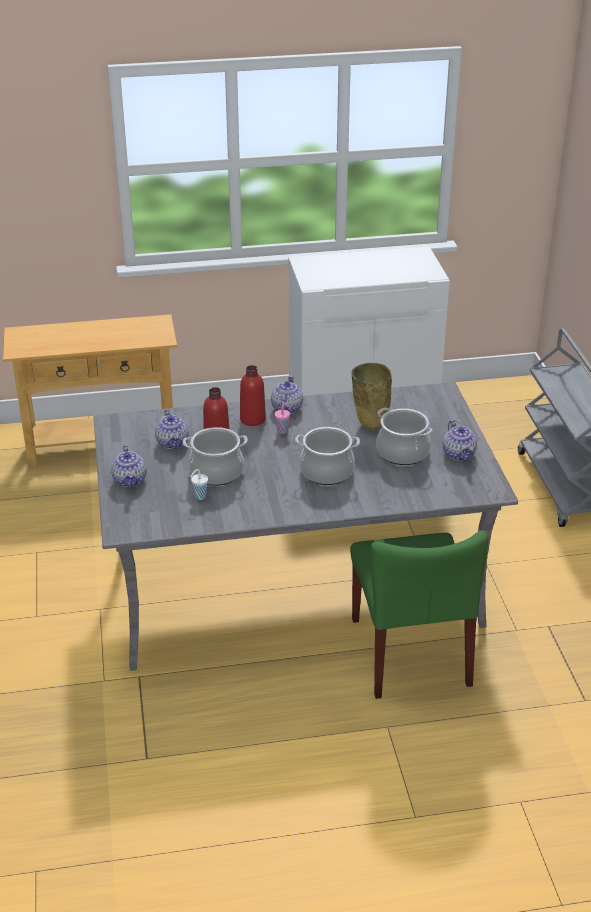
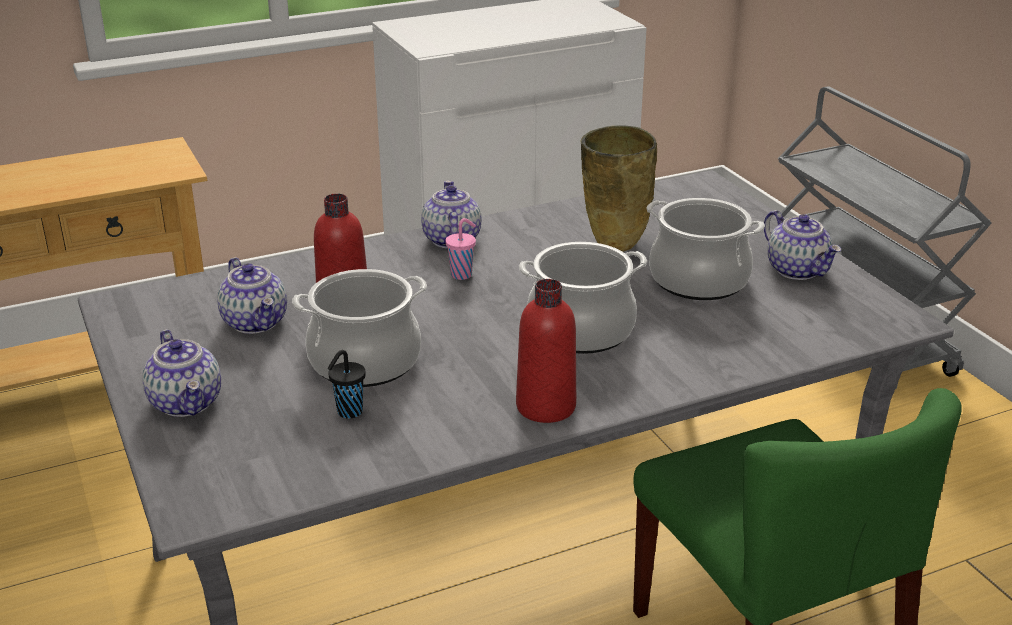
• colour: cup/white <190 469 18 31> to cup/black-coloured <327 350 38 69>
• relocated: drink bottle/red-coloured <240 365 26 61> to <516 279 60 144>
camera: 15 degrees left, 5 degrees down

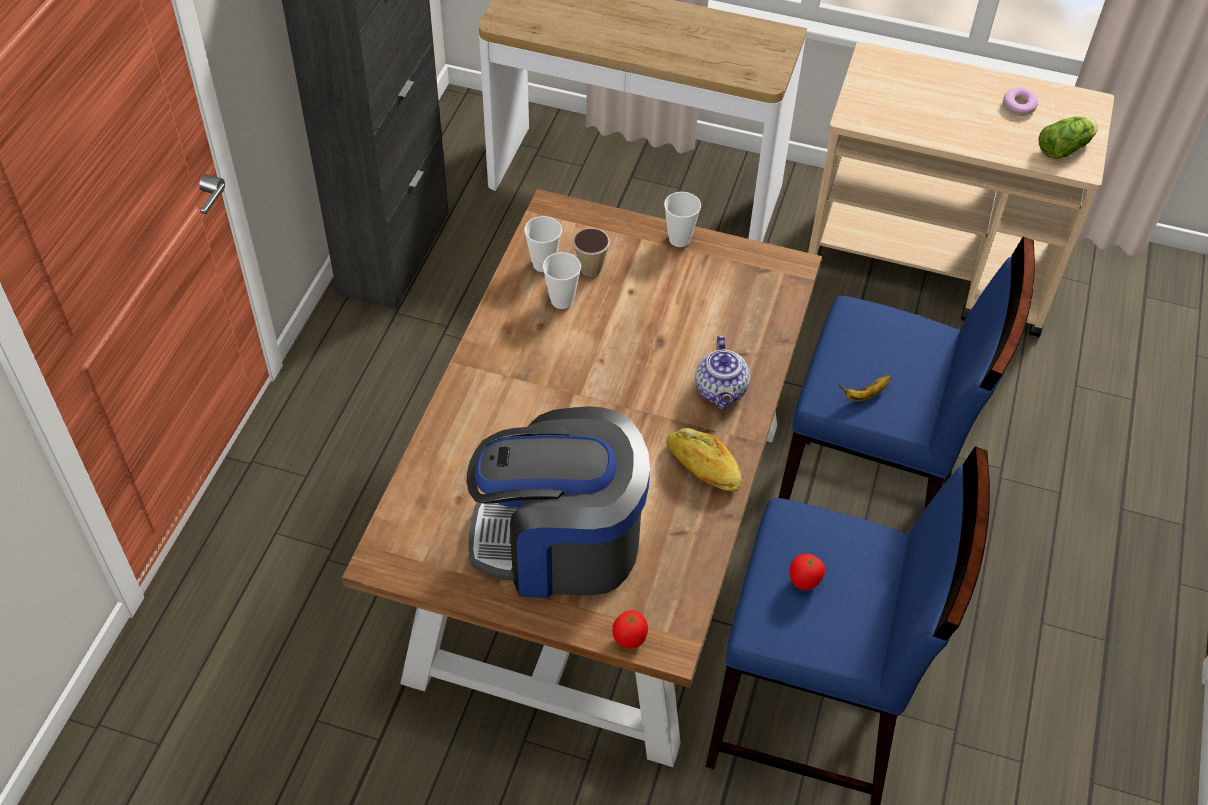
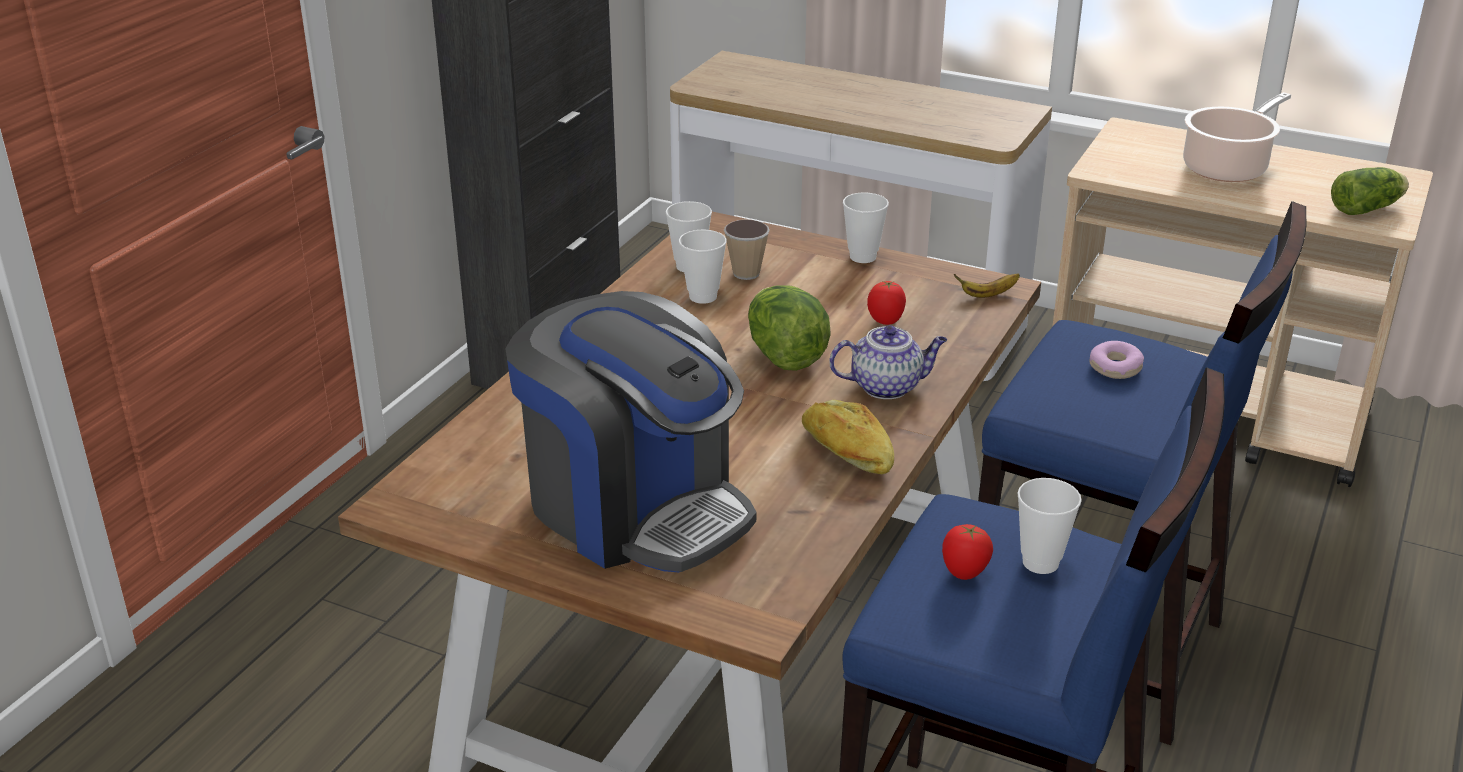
• spun: coffee machine <467 406 183 192> = <505 291 251 282> 150 degrees counterclockwise
• appeared: head of lettuce <748 285 82 86>
• spun: teapot <695 335 55 74> = <829 325 118 74> 105 degrees counterclockwise
• relocated: tomato <612 610 36 38> to <867 281 39 44>
• relocated: banana fruit <838 375 53 26> to <954 273 66 25>
• appeared: cup <1017 478 65 96>
• relocated: ring doughnut <1003 87 35 29> to <1089 341 55 38>
• appeared: saucepot <1183 92 108 90>
camera: 10 degrees right, 20 degrees down

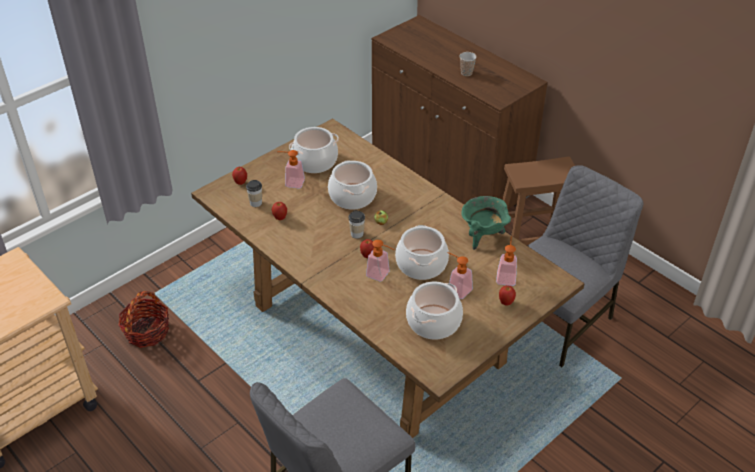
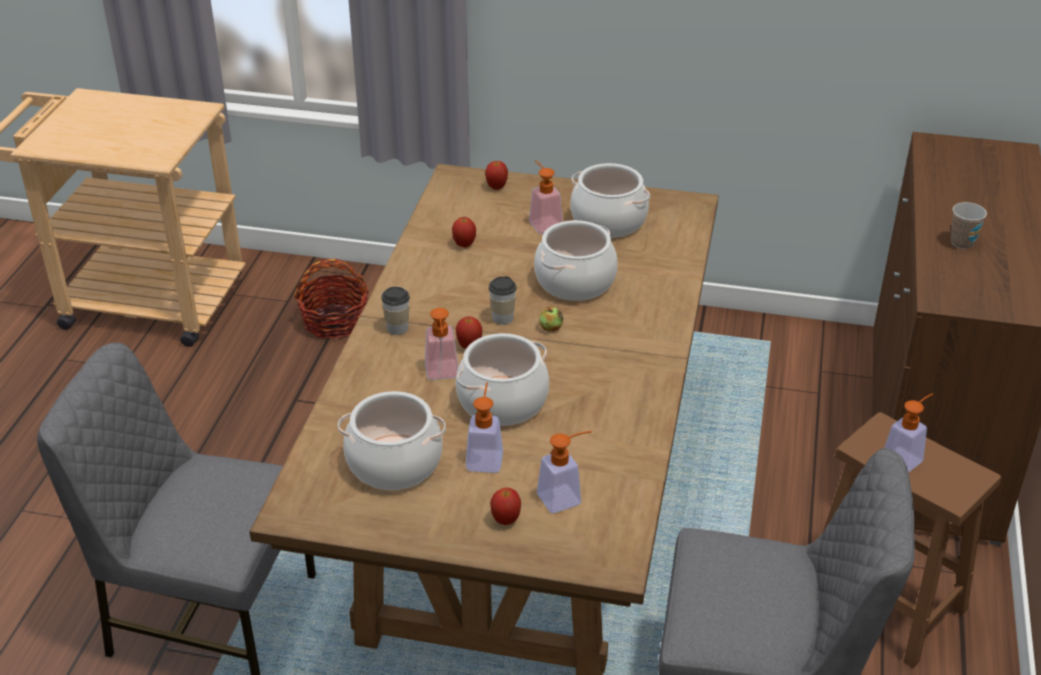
• relocated: cup <246 180 16 27> to <381 287 29 48>
• appeared: soap bottle <884 393 49 80>
• missing: saucepot/green <461 196 50 54>
camera: 55 degrees right, 5 degrees down

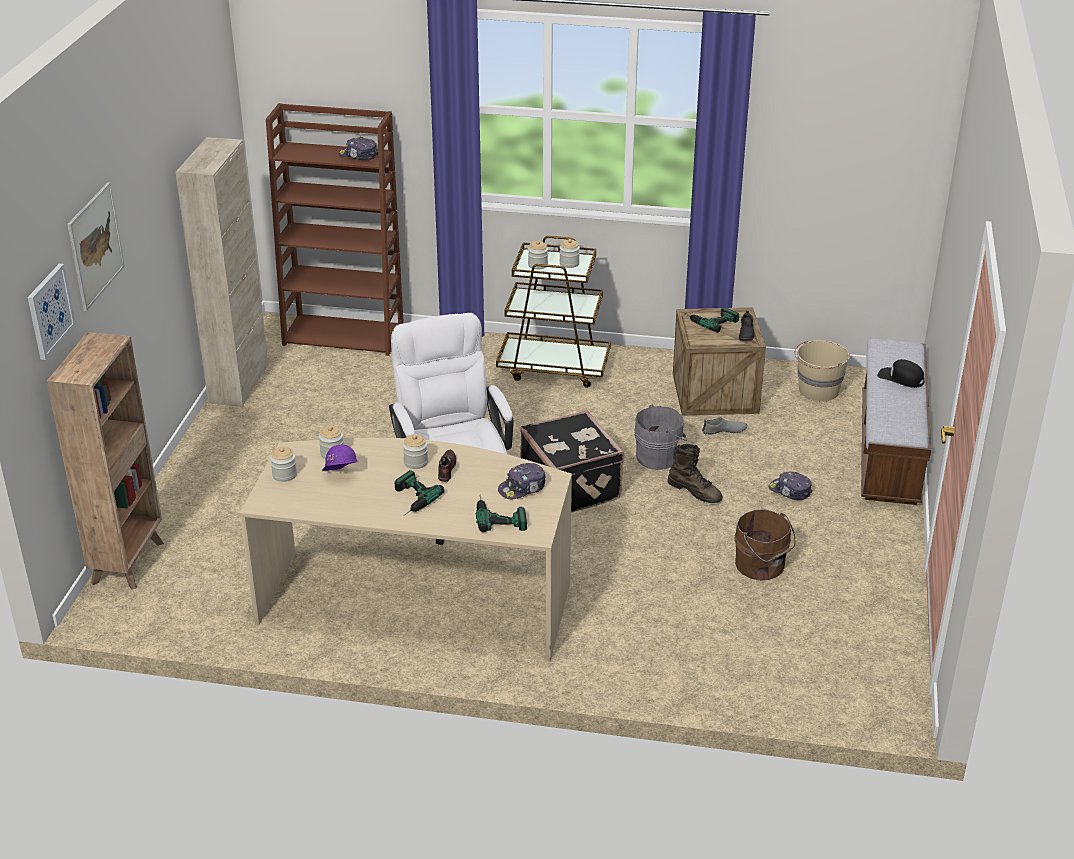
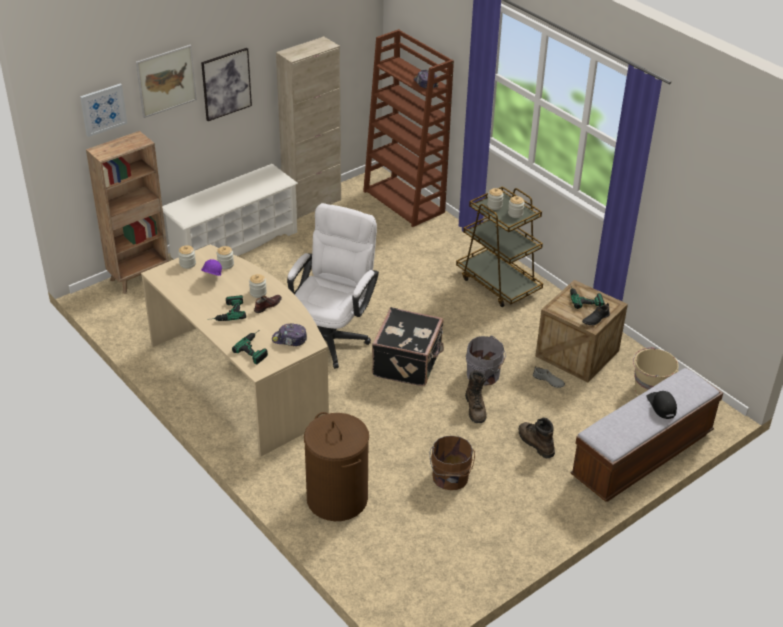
• appeared: shoe rack/white <162 164 136 95>
• appeared: wall art <201 48 51 73>
• appeared: washing basket/brownish <304 412 65 109>
• exchanged: baseball cap <769 471 43 29> to high-top boot/brownish <519 418 36 40>
camera: 40 degrees right, 5 degrees up

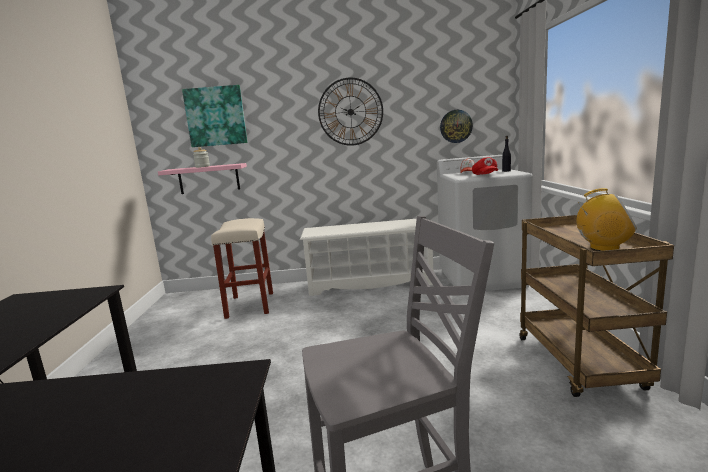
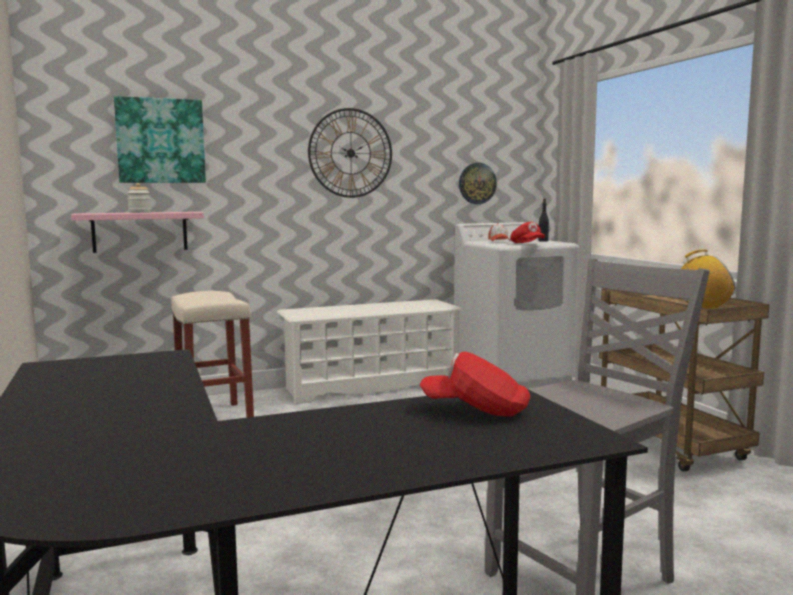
• appeared: baseball cap/red-coloured <420 351 110 65>
camera: 20 degrees left, 5 degrees down

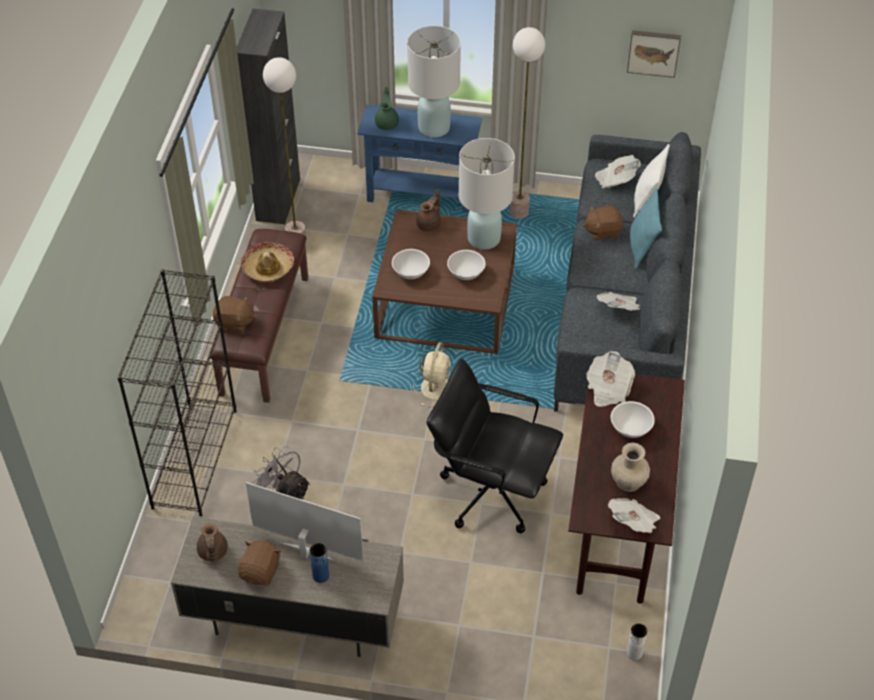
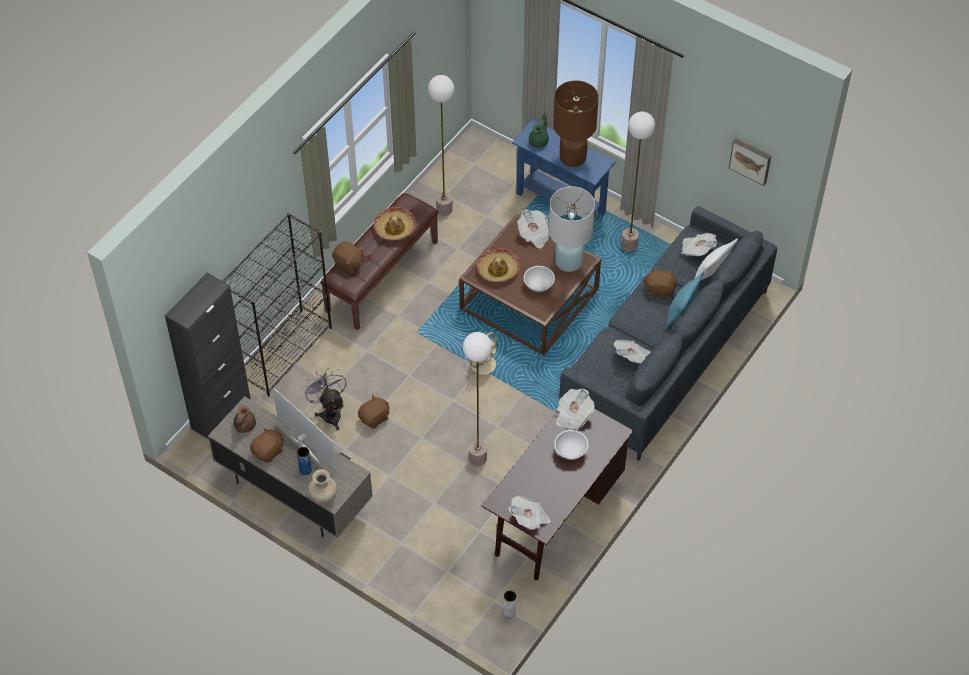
• relocated: cabinet/black-coloured <237 8 63 216> to <165 273 86 166>
• relocated: flower vase/sand-coloured <611 442 39 50> to <308 469 29 36>
• appeared: soft toy/brownish <358 395 31 34>
• exchanged: office chair/black-coloured <427 359 136 175> to floor lamp <463 332 29 134>
• exchanged: bowl/white <392 249 38 30> to wearable hat <477 248 43 34>
• exchanged: teapot/brownish <416 189 25 42> to newspaper <517 209 33 40>
• colour: tabletop lamp/white <407 26 54 111> to tabletop lamp/brownish <553 80 46 87>
camera: 25 degrees right, 5 degrees up

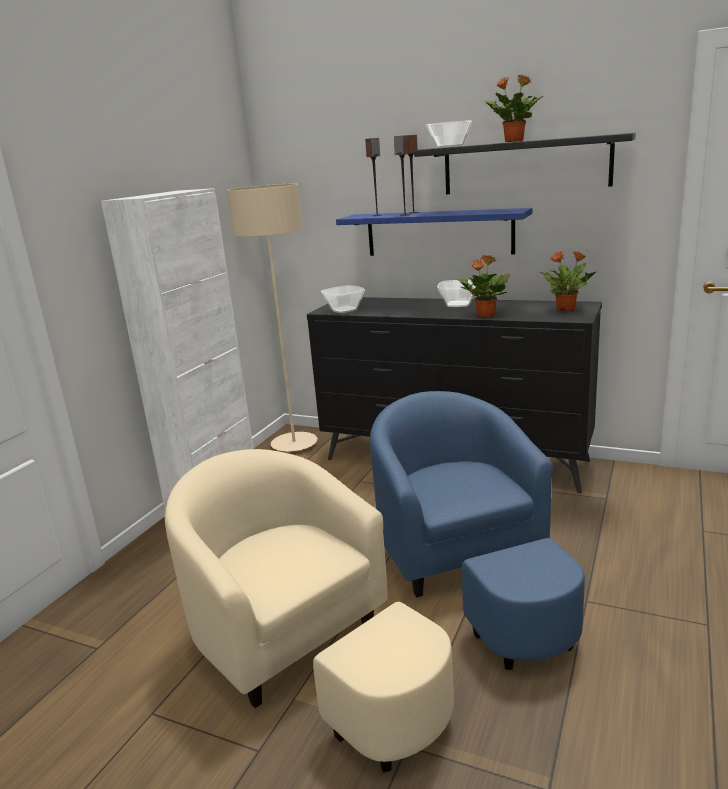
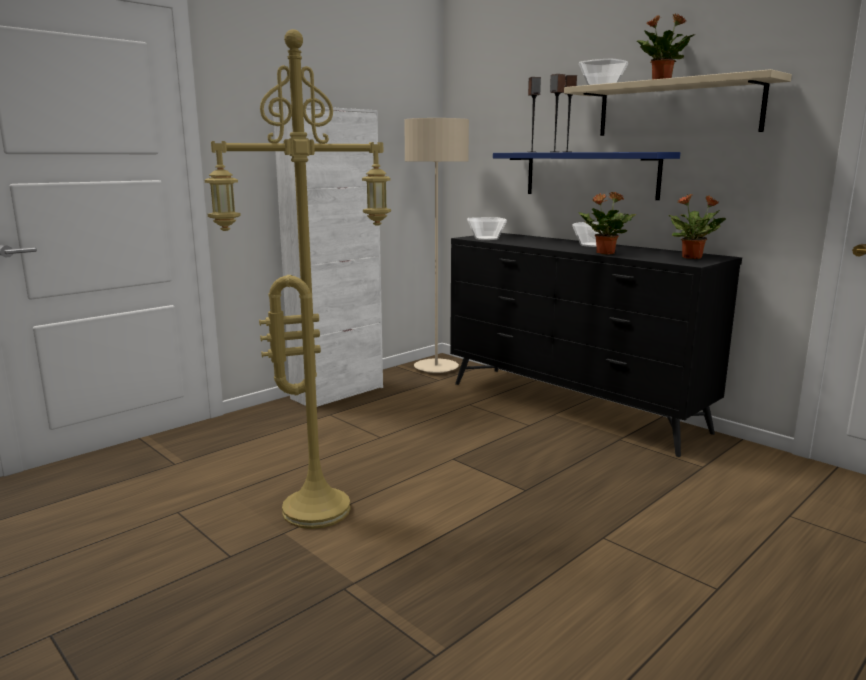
• exchanged: lounge chair/sand-coloured <165 449 289 324> to floor lamp/yellow-coloured <205 29 186 500>
• colour: shelf/black-coloured <414 133 222 61> to shelf/sand-coloured <564 69 228 67>
• missing: lounge chair/blue-coloured <370 391 215 279>
camera: 20 degrees right, 5 degrees down

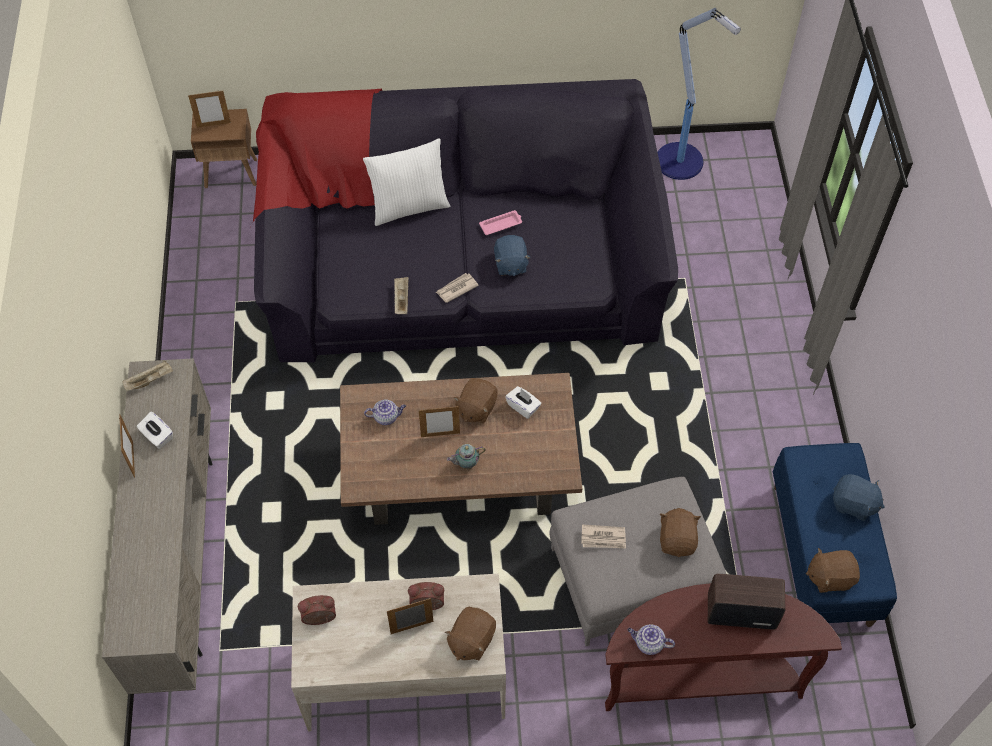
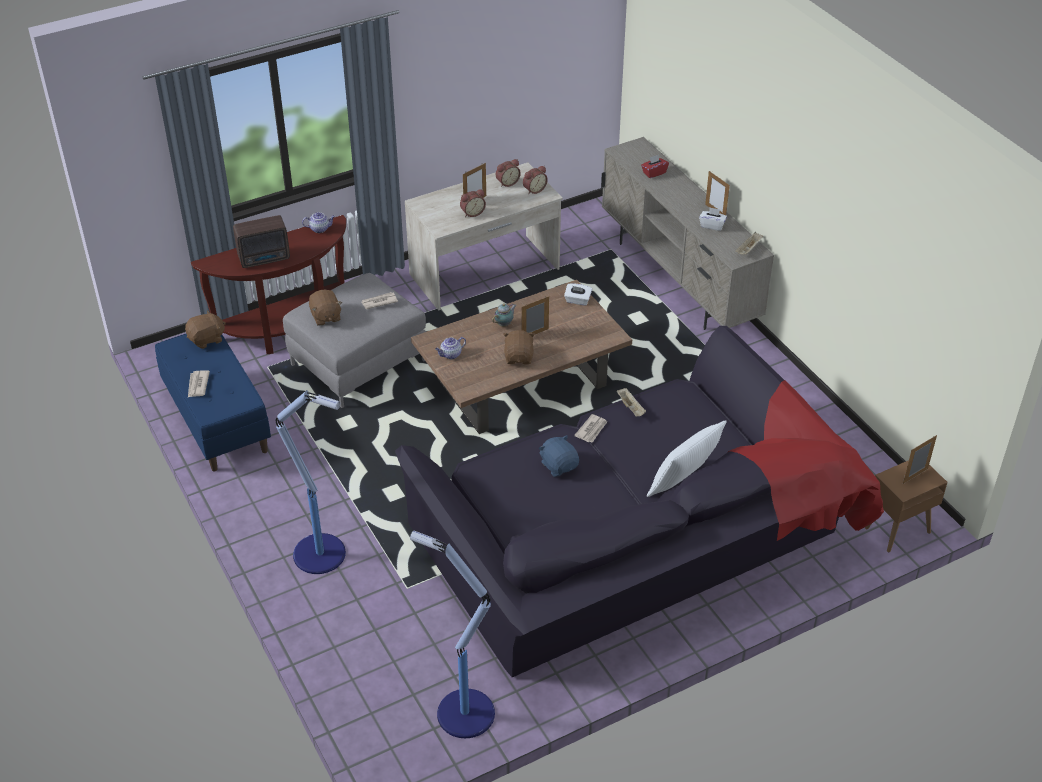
• exchanged: soft toy/blue-coloured <833 474 52 47> to newspaper <188 371 22 26>
• appeared: floor lamp <276 390 70 184>
• relocated: teapot <364 399 42 26> to <435 337 31 22>
• appeared: bedside clock <496 159 25 28>
• relocated: tissue holder/white <505 386 36 33> to <564 283 28 23>
• appeared: tissue holder/red-coloured <641 155 28 23>
• missing: soft toy/brownish <445 607 51 53>
• missing: serving tray/pink <479 210 43 25>
camera: 155 degrees right, 15 degrees down

